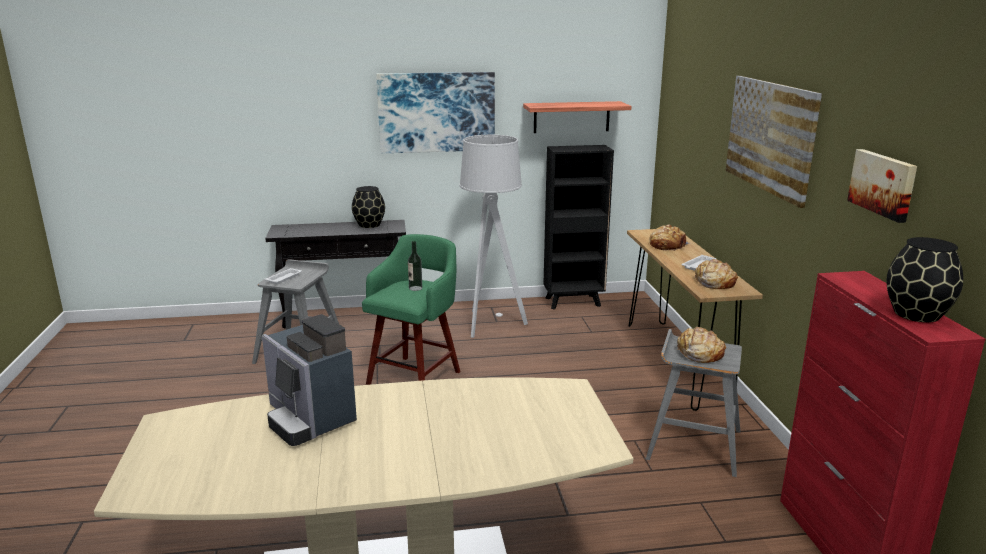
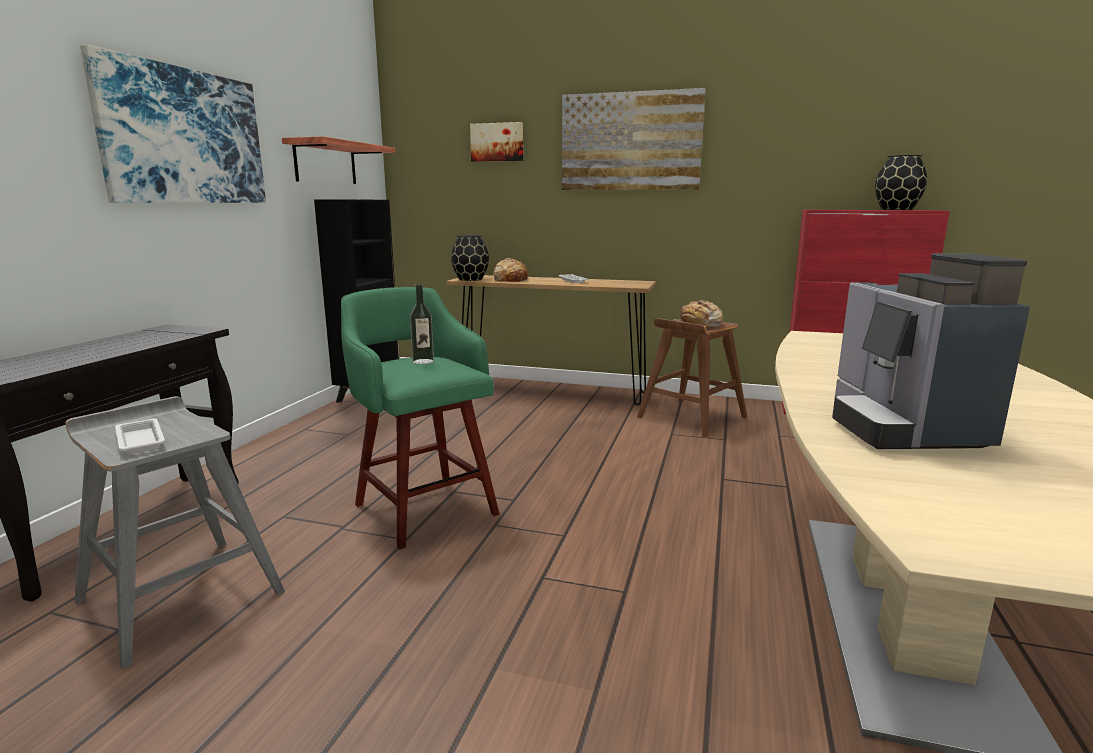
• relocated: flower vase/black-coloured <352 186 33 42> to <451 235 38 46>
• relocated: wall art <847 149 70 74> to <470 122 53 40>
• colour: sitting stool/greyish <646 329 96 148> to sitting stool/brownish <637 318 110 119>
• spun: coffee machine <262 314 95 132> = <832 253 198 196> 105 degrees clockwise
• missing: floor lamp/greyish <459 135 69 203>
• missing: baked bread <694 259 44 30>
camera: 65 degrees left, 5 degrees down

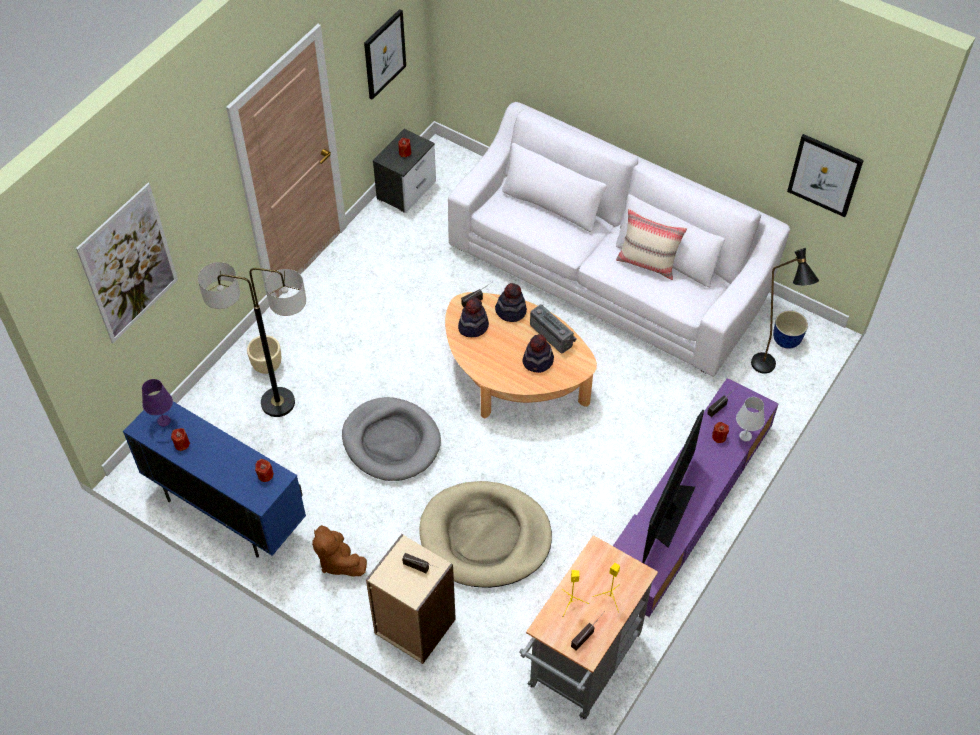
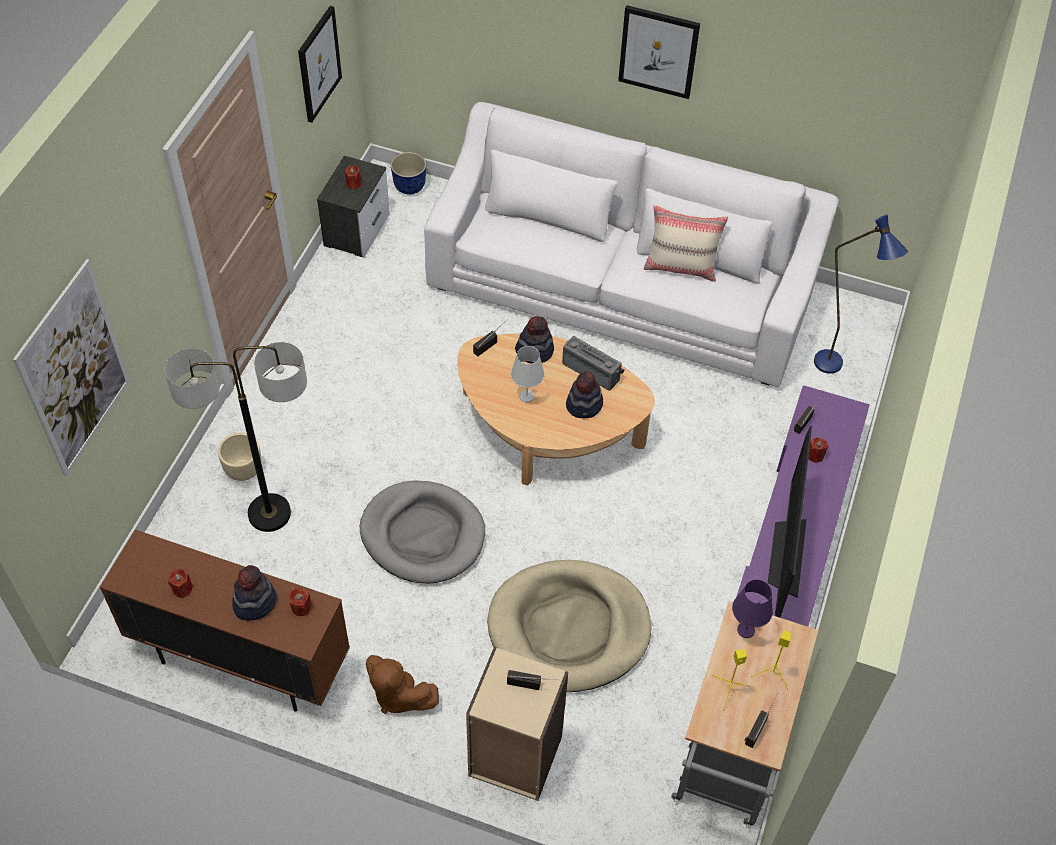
• colour: cabinet/blue-coloured <123 401 183 157> to cabinet/brownish <100 529 250 183>
• relocated: wearable hat <458 297 31 40> to <232 565 45 56>
• relocated: planter <773 310 35 39> to <391 152 35 43>
• relocated: tabletop lamp/white <736 397 29 45> to <511 346 34 56>
• relocated: wall art <787 134 77 83> to <618 5 82 94>
• relocated: tabletop lamp/purplish <142 379 31 48> to <732 579 41 59>
• colour: floor lamp/black-coloured <751 248 68 126> to floor lamp/blue-coloured <814 214 94 160>
camera: 15 degrees left, 0 degrees up

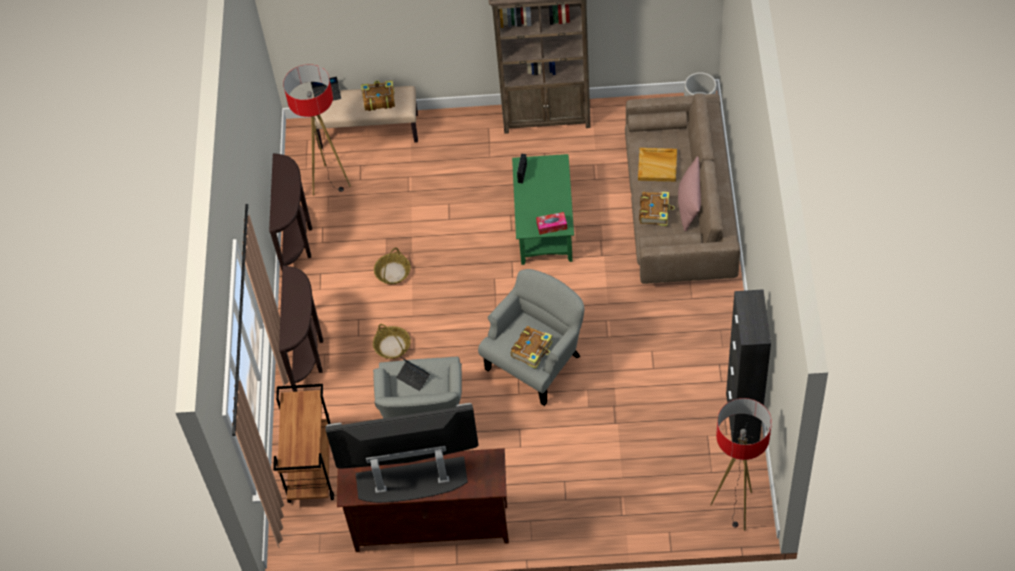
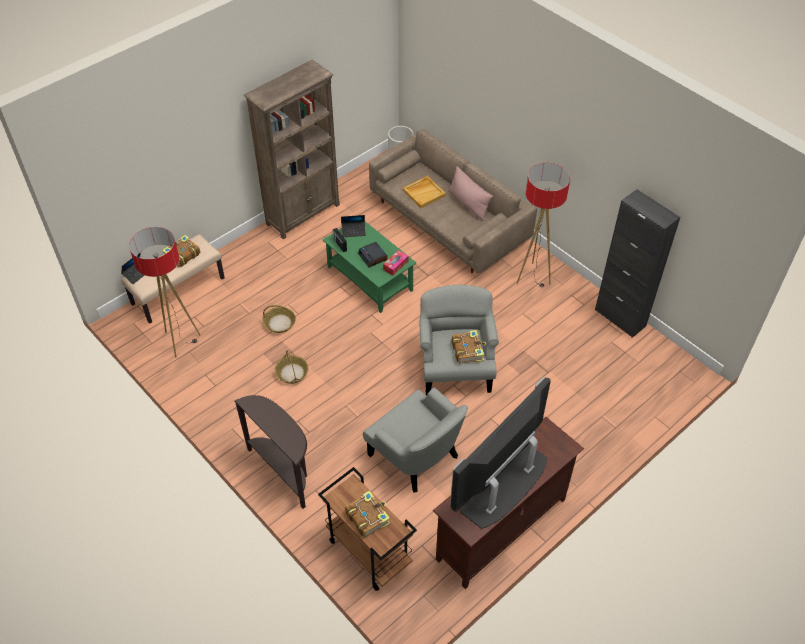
• relocated: basket <373 324 38 35> to <263 305 33 28>
• relocated: laptop <396 357 34 34> to <341 215 25 22>
• relocated: book <639 192 36 34> to <345 491 45 47>
• appeared: bedside clock <358 242 29 25>
• relocated: floor lamp <710 398 62 133> to <517 163 53 124>
• missing: console table/brownish <269 153 43 117>
camera: 45 degrees left, 5 degrees down

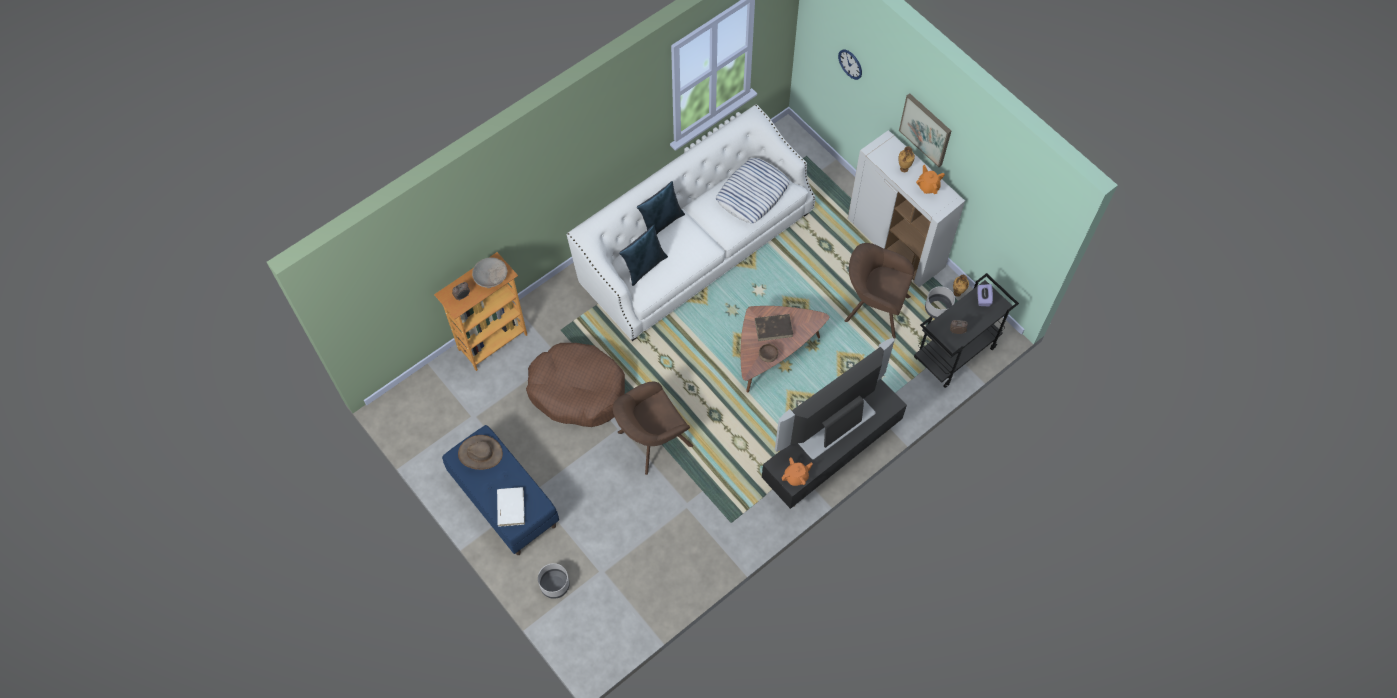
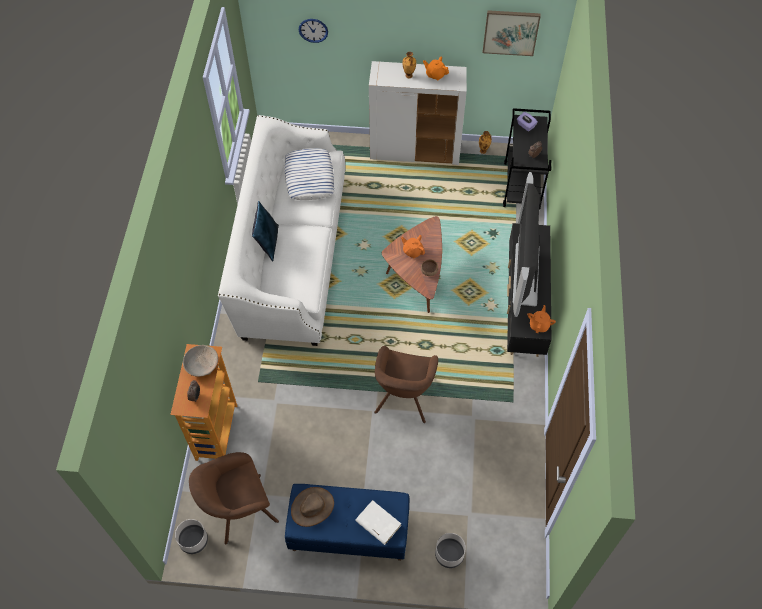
• relocated: planter/greyish <925 286 30 33> to <175 519 33 35>
• relocated: lounge chair/brownish <845 243 69 96> to <189 452 90 93>
• exchanged: book/brownish <755 314 38 27> to teapot/orangey <401 235 24 23>
• relocated: wall art <899 93 52 74> to <483 10 58 46>
• missing: pet bed/brownish <526 343 99 84>
• missing: cushion/blue-coloured <619 225 49 61>
camera: 45 degrees left, 5 degrees down

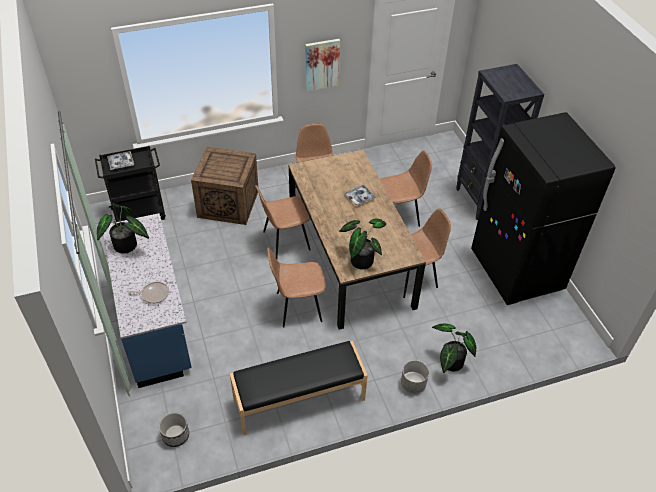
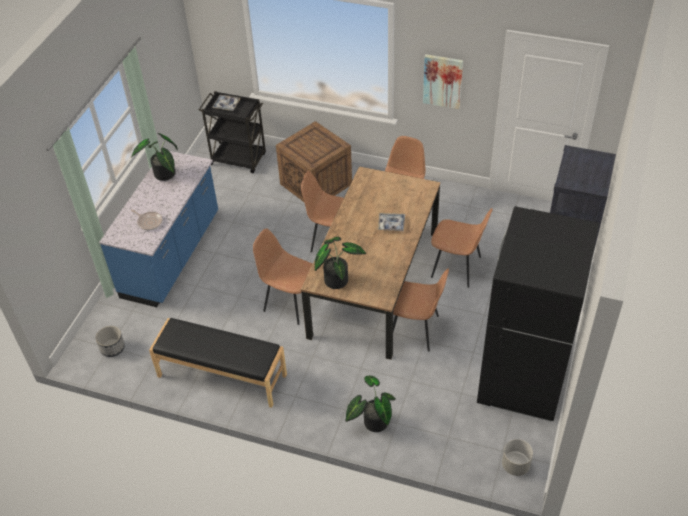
• relocated: planter/greyish <401 360 28 33> to <502 439 31 37>
camera: 40 degrees right, 0 degrees up

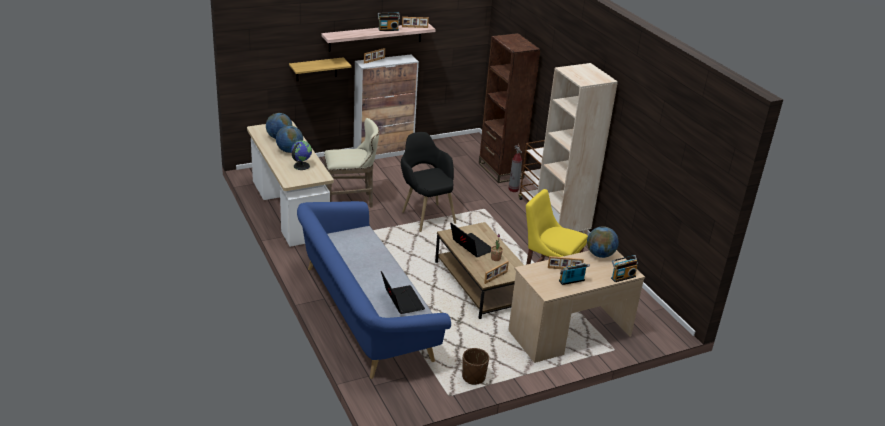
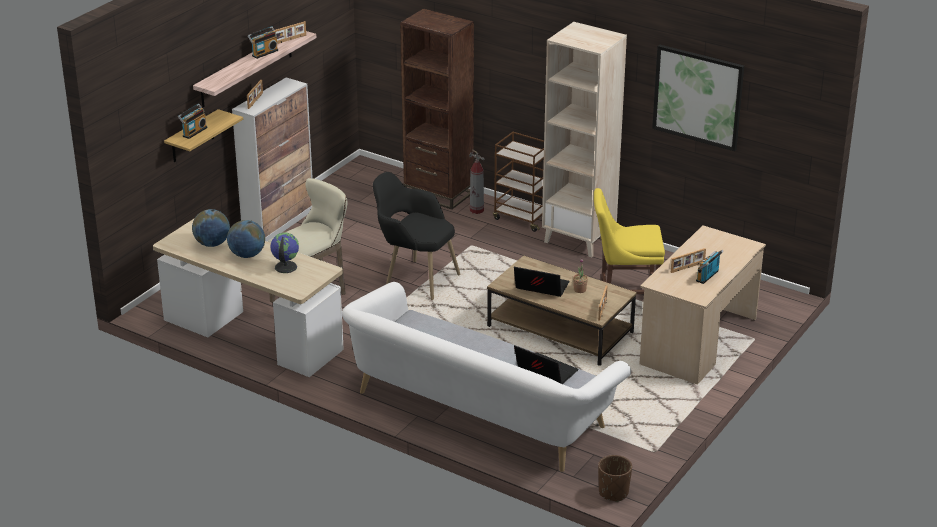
• relocated: radio receiver <611 255 27 27> to <178 104 29 35>
• colour: settee/blue-coloured <297 201 154 178> to settee/white <341 282 290 190>
• relocated: planter/brownish <462 348 27 37> to <598 455 34 47>
• appeared: wall art <652 45 92 106>
• missing: globe <587 226 32 32>
camera: 30 degrees left, 0 degrees up

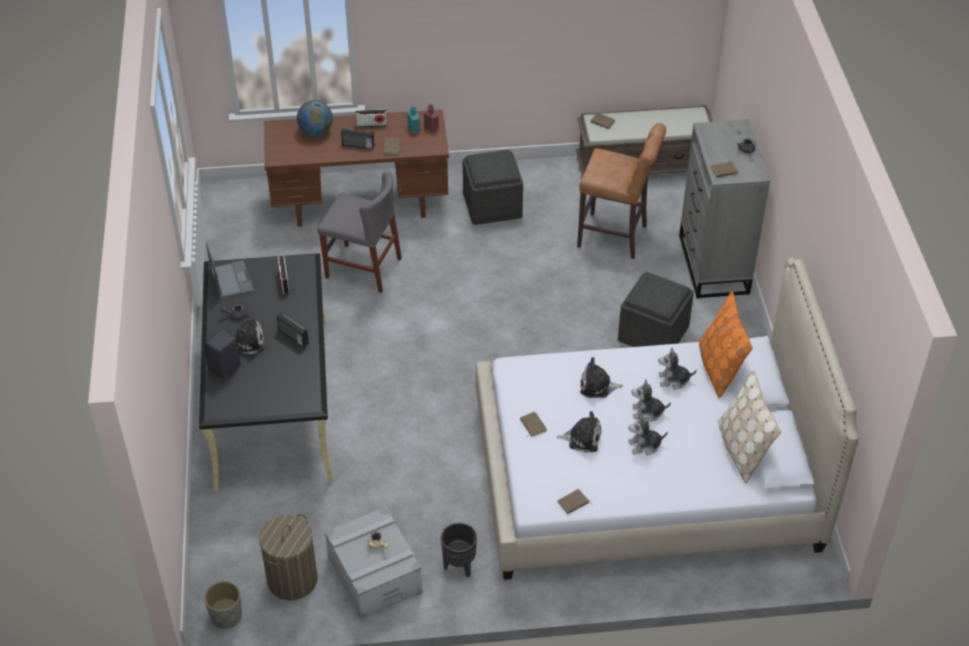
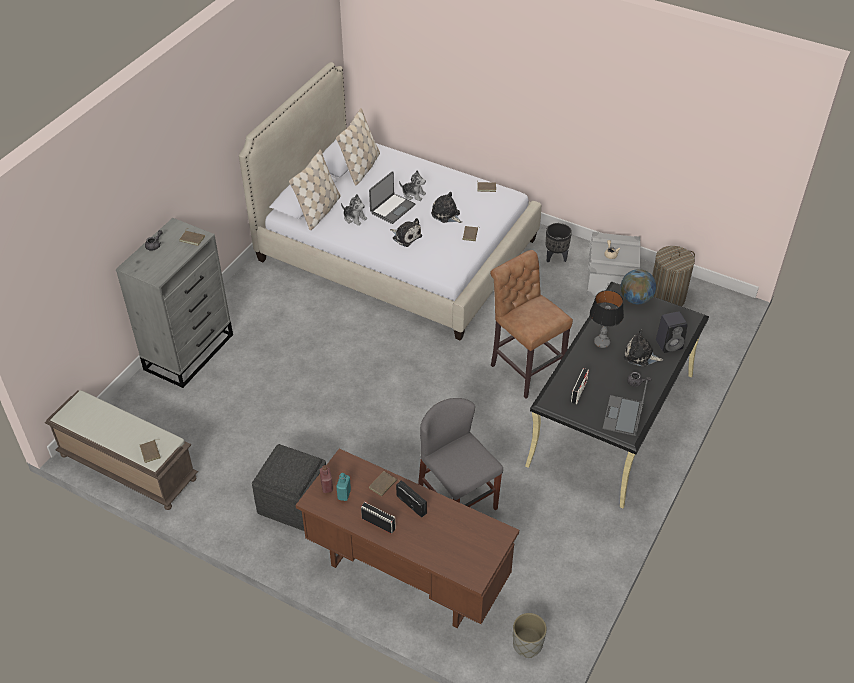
• colour: cushion/orangey <699 291 54 107> to cushion/sand-coloured <289 150 52 80>
• exchanged: soft toy <631 379 40 43> to laptop <369 171 46 53>
• relocated: sitting stool/brownish <577 123 89 136> to <490 250 83 149>
• relocated: planter/greyish <204 581 38 48> to <513 613 34 45>
• exchanged: radio receiver <277 313 32 35> to tabletop lamp <590 290 34 58>
• relocated: globe <297 100 36 36> to <621 269 35 35>
• missing: ottoman/greyish <618 272 76 75>
camera: 145 degrees left, 0 degrees up

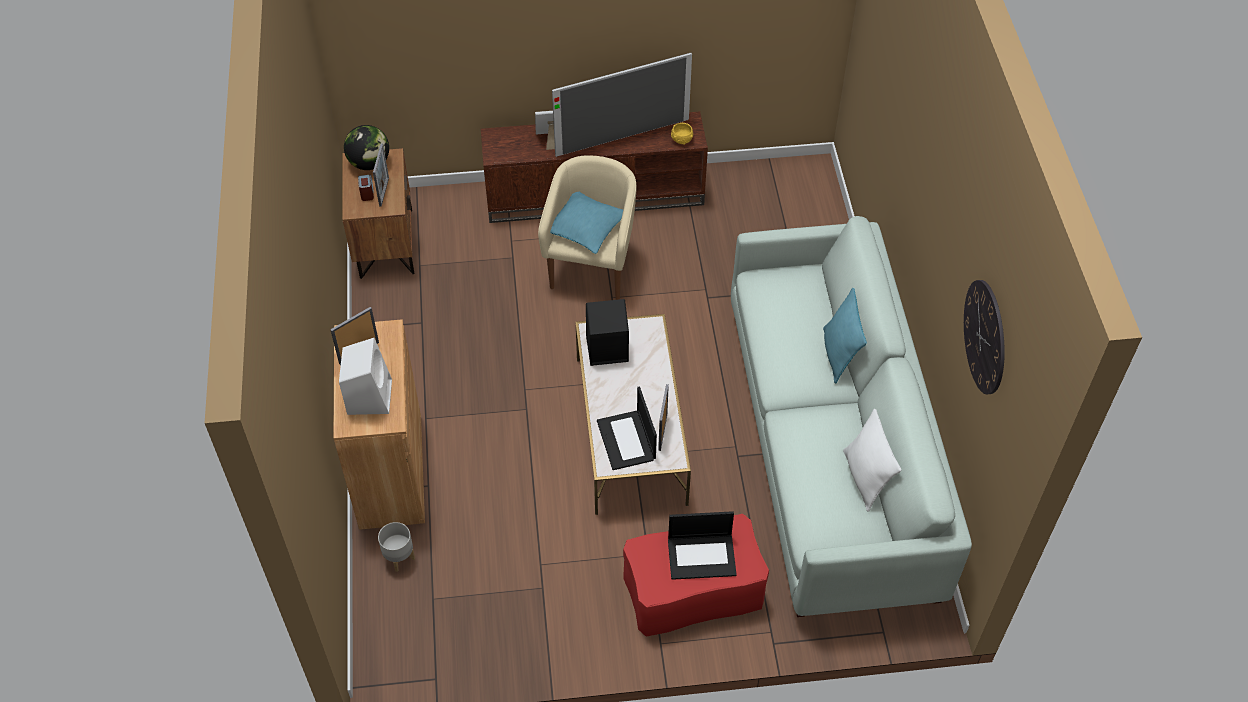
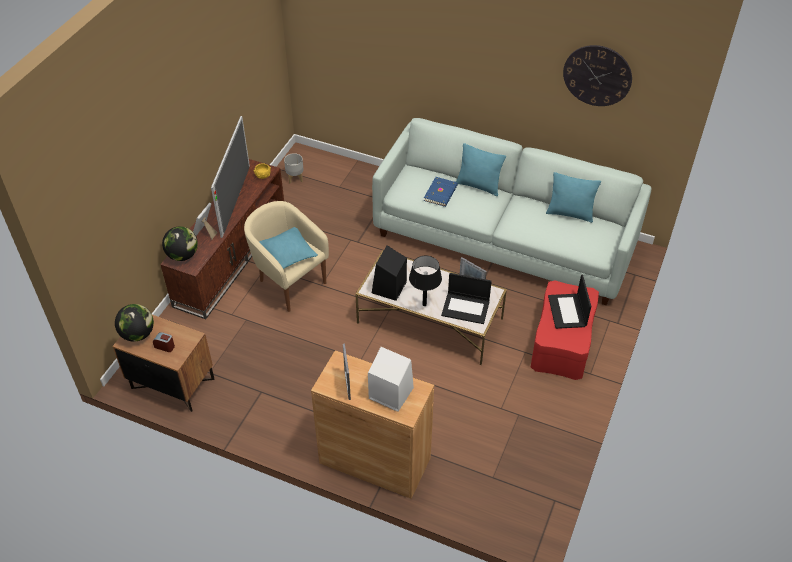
• appeared: globe <162 226 36 35>
• relocated: planter/greyish <378 522 37 50> to <284 153 20 30>
• appeared: tabletop lamp/black-coloured <409 255 33 51>
• appeared: book/blue-coloured <424 177 34 30>
• colour: cushion/white <843 409 58 103> to cushion/blue-green <546 172 55 51>
• spun: laptop <668 511 69 69> = <548 274 43 55> 150 degrees clockwise
• missing: picture frame <373 144 16 63>
camera: 60 degrees left, 5 degrees down

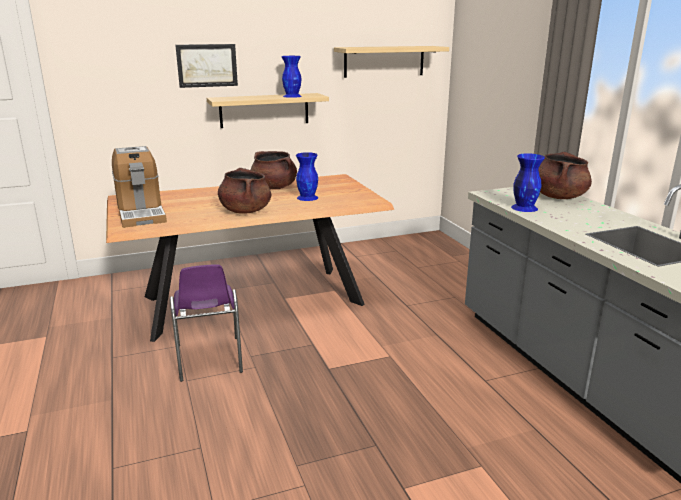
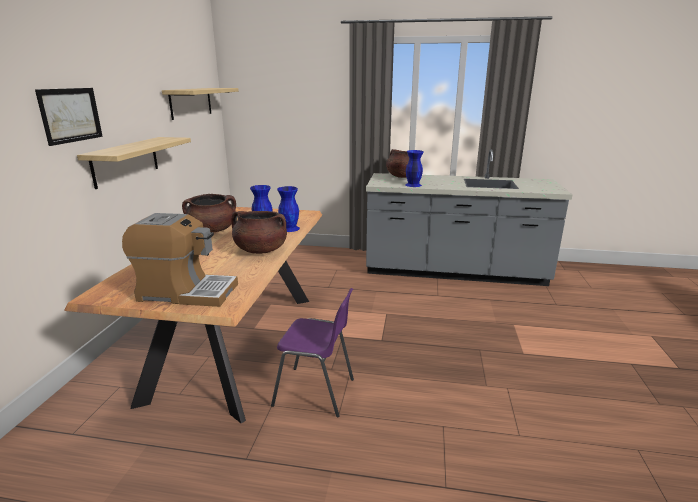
• relocated: flower vase/blue-coloured <282 56 20 42> to <277 186 23 46>
camera: 60 degrees left, 0 degrees up

